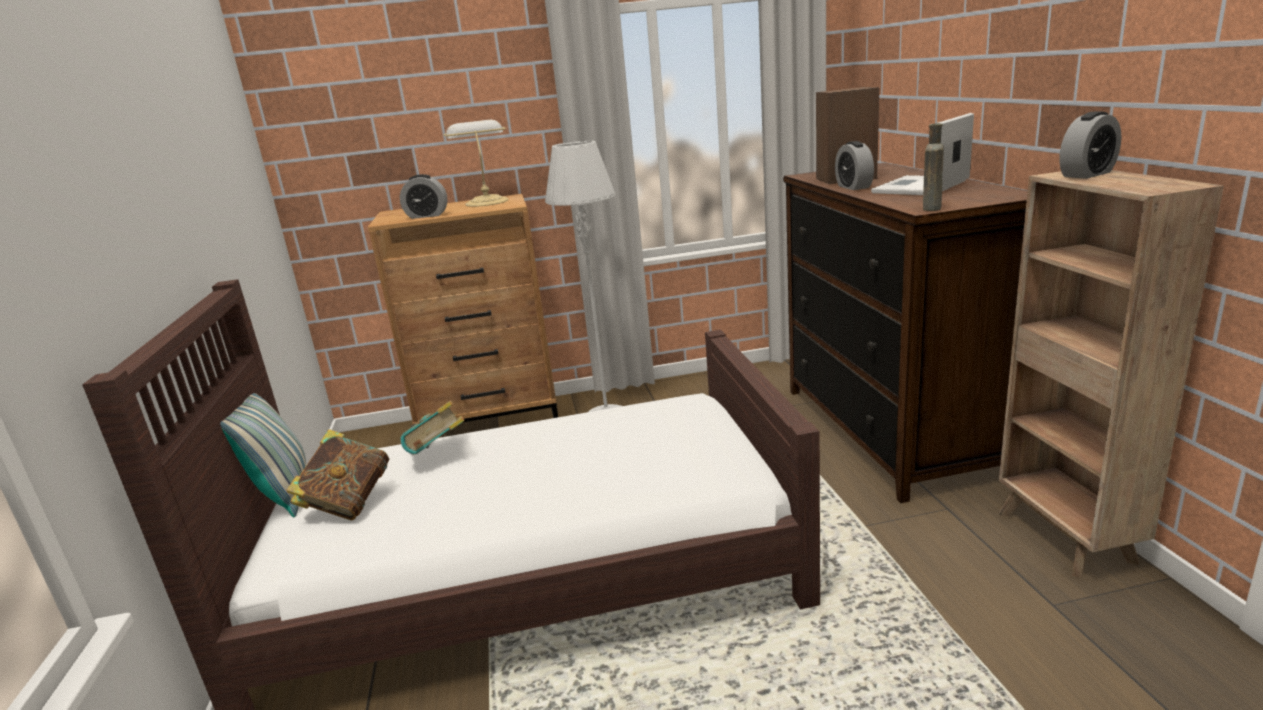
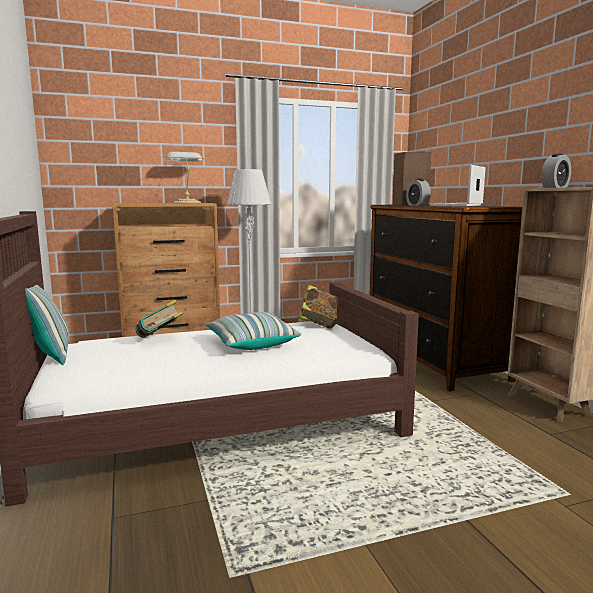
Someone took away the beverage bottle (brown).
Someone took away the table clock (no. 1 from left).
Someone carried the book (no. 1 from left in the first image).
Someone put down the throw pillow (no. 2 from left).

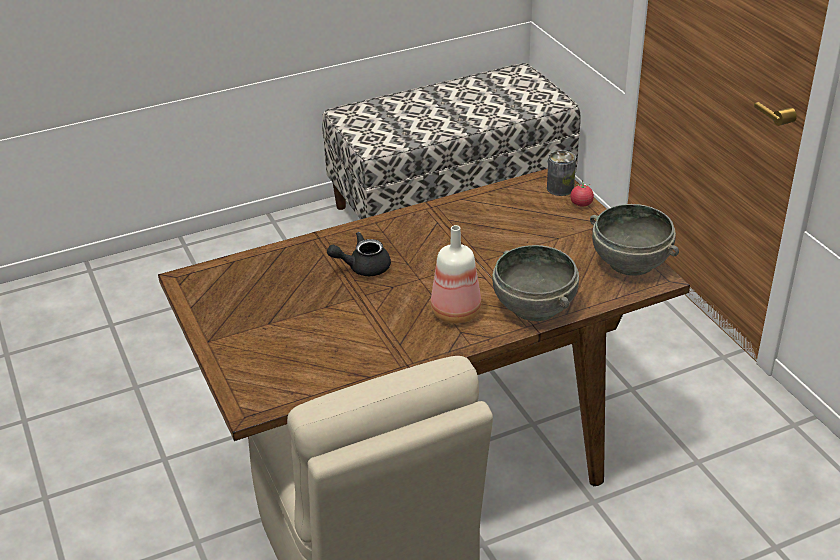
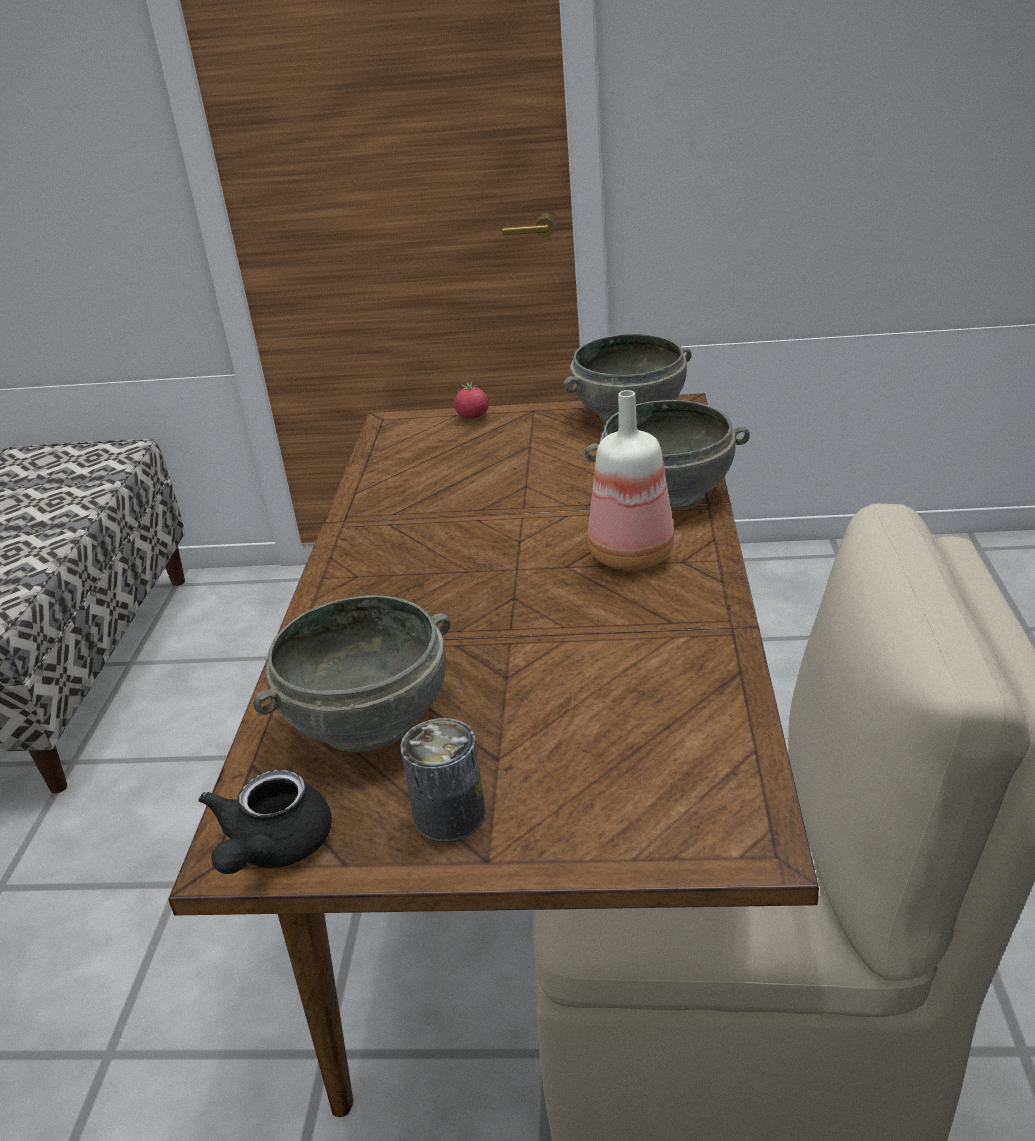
Someone carried the can.
Someone carried the pot for tea (black).
Someone put down the serving bowl (gray) (no. 1 from left).

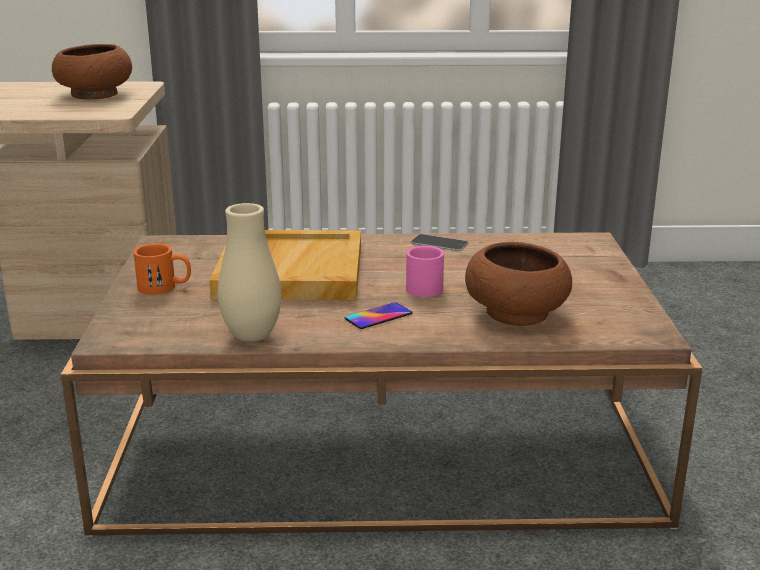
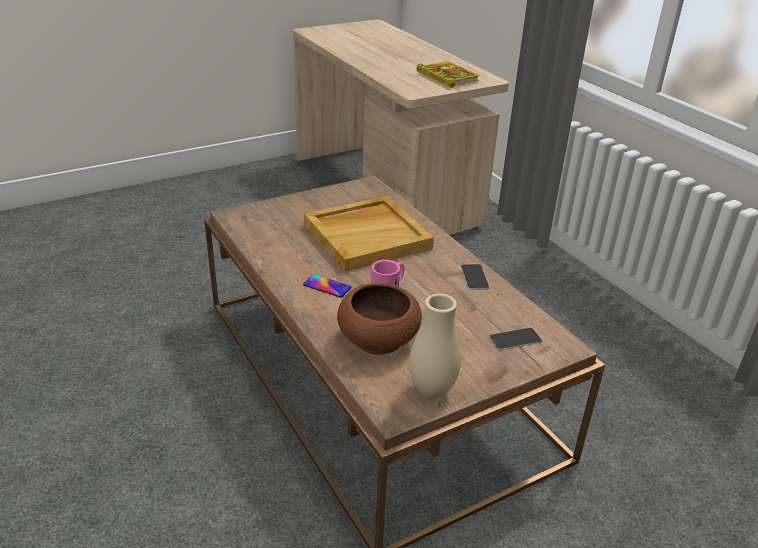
Someone swapped the serving bowl (brown) (no. 1 from left) for the book.
Someone carried the vase (beige).
Someone took away the tea mug (orange).
Someone put down the phone (no. 3 from left).

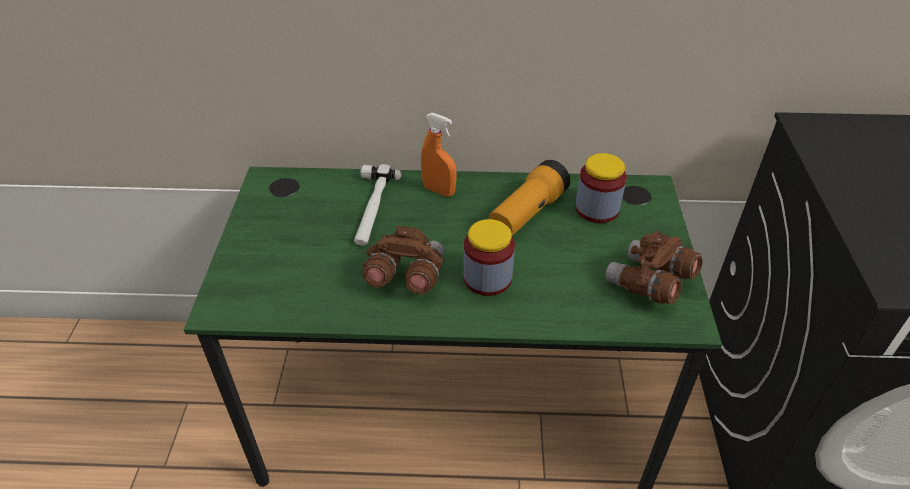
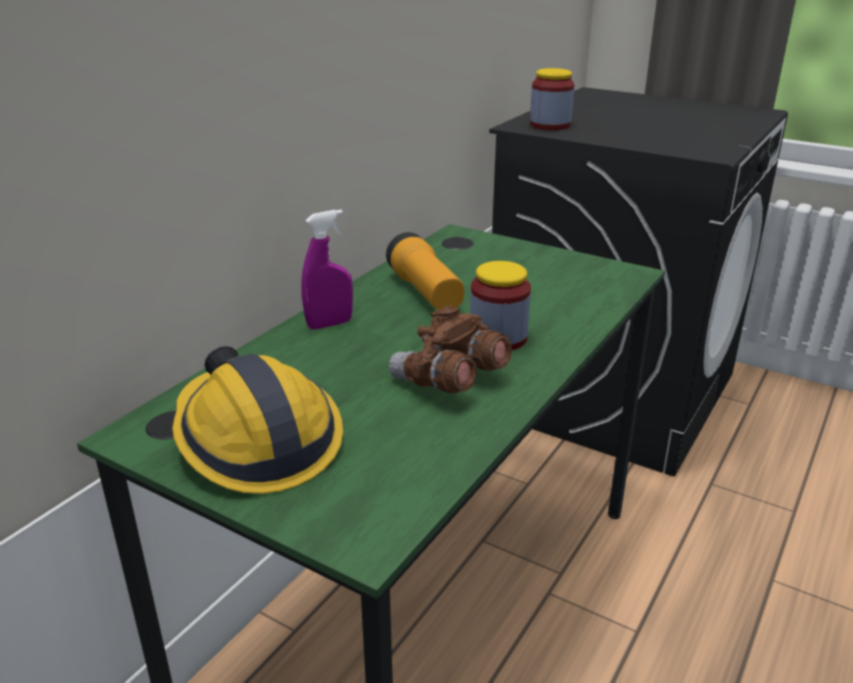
Someone repainted the spray bottle (orange), which became the spray bottle (purplish).
Someone carried the preserve jar (no. 2 from left).
Someone took away the tool hammer.
Someone took away the pair of binoculars (brown) (no. 2 from left).
Someone put down the work helmet.

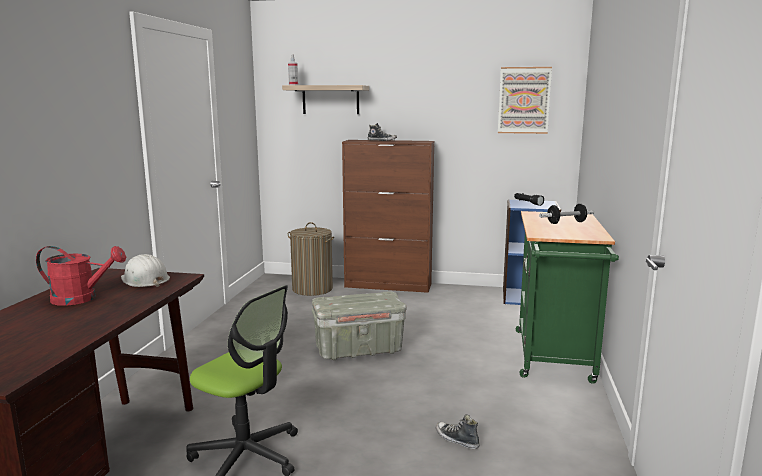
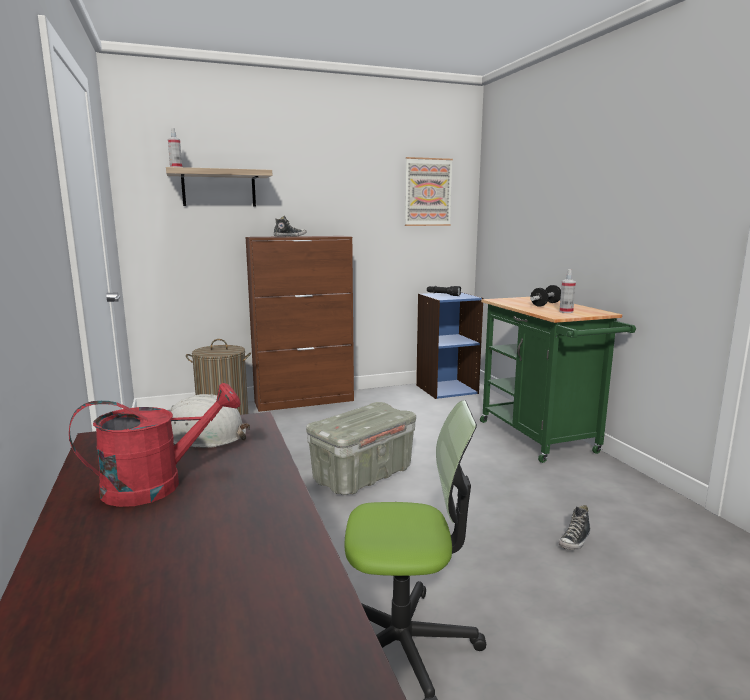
Someone rotated the shoe (no. 2 from left) by 60 degrees counterclockwise.
Someone put down the spray bottle (no. 2 from left).

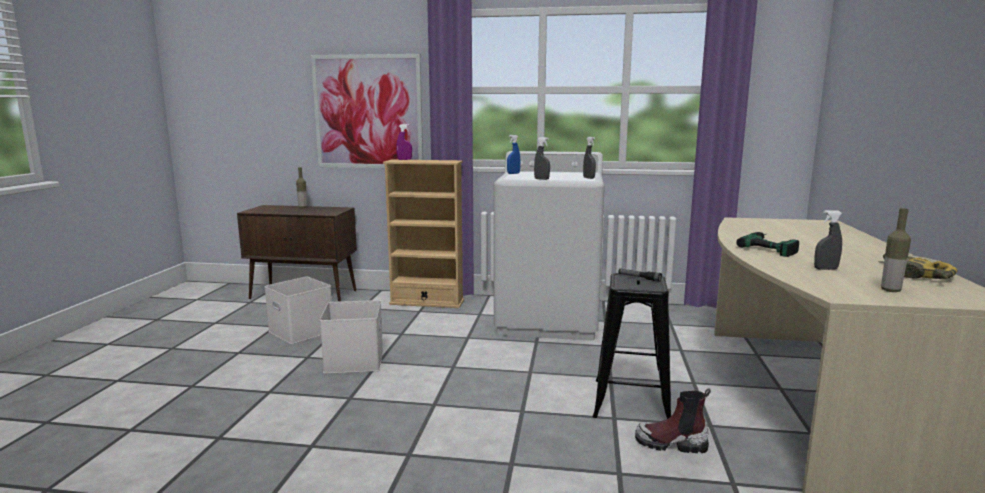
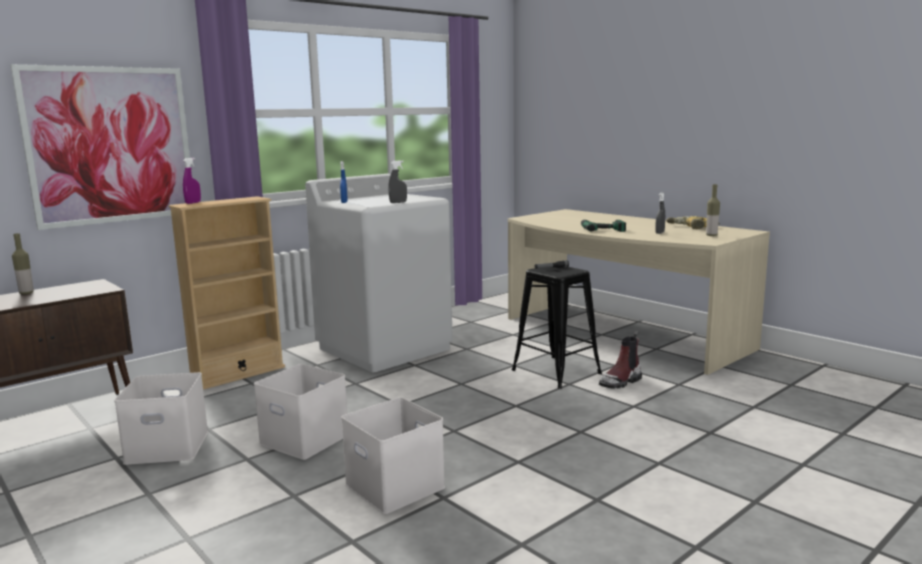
Someone took away the spray bottle (gray) (no. 2 from left).
Someone put down the storage bin (whitish) (no. 3 from left).

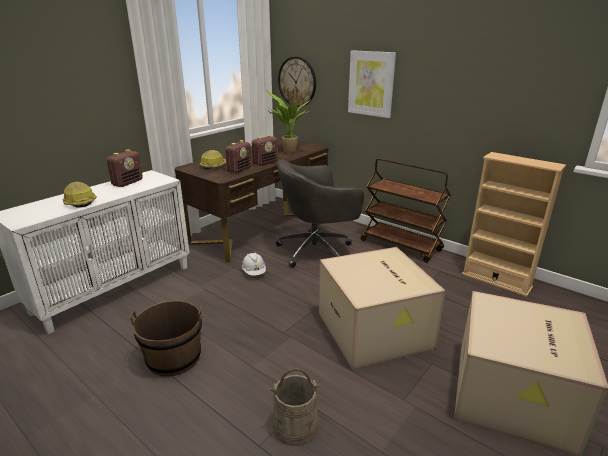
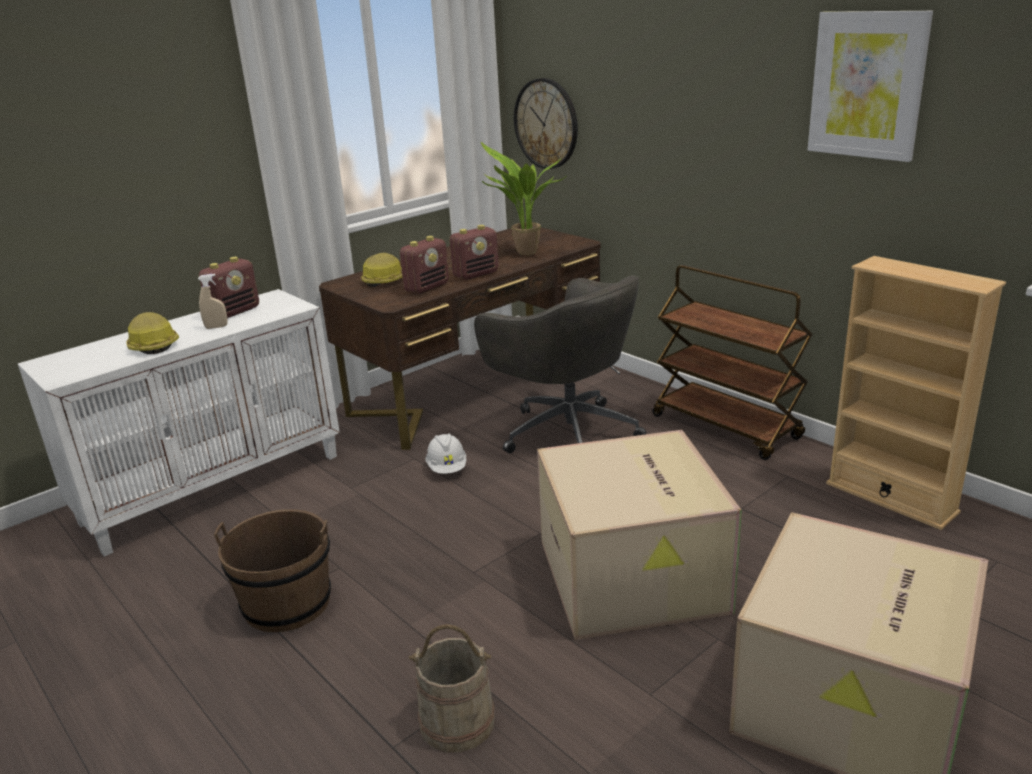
Someone carried the wall art.
Someone rotated the office chair (gray) by 120 degrees counterclockwise.
Someone put down the spray bottle (beige).

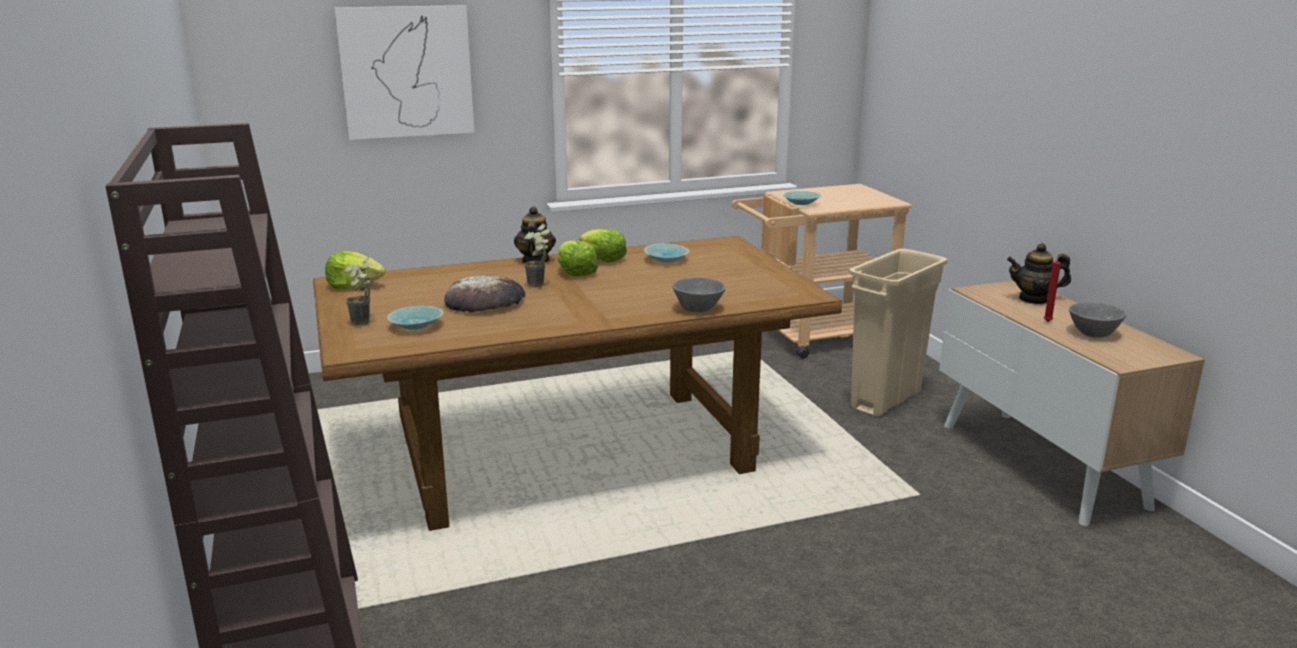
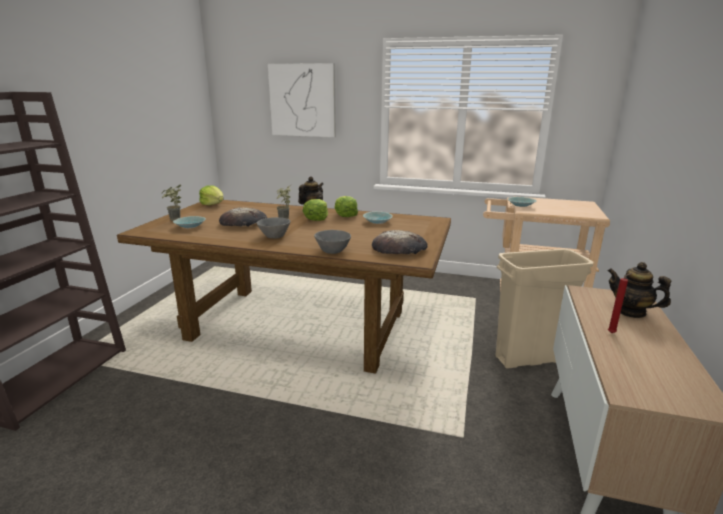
Someone carried the serving bowl (gray) (no. 2 from left in the first image).
Someone put down the bread (no. 2 from left).

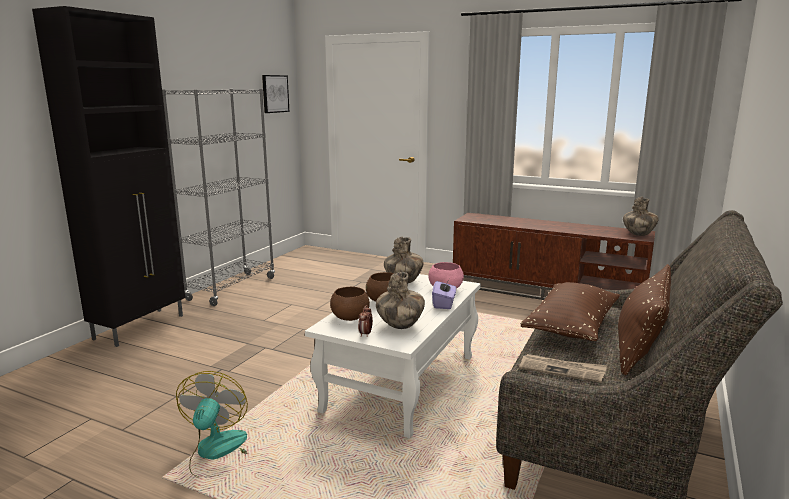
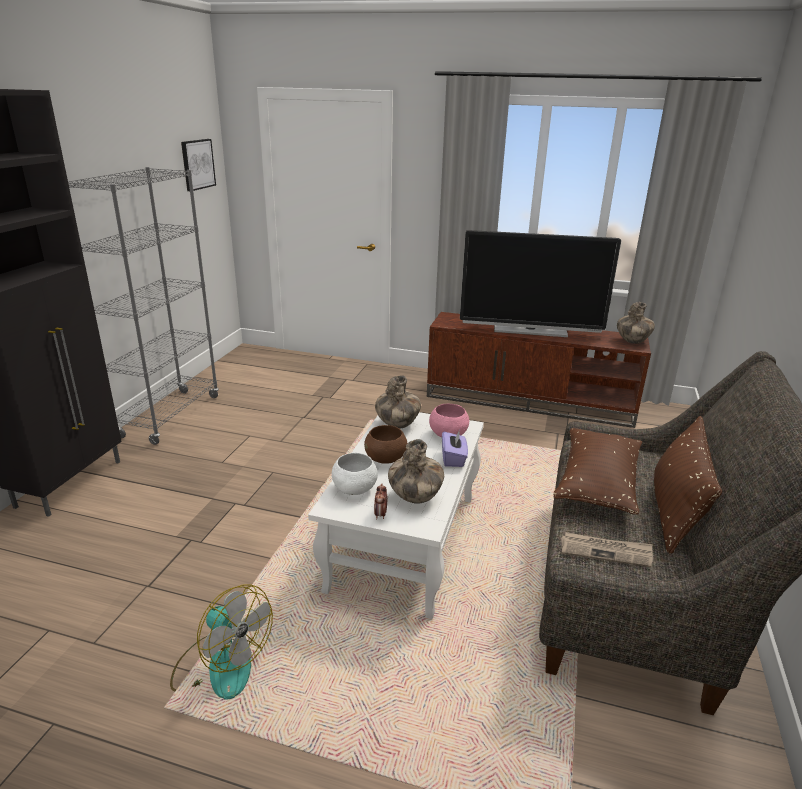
Someone repainted the serving bowl (brown) (no. 1 from left), which became the serving bowl (whitish).
Someone rotated the fan by 135 degrees clockwise.
Someone put down the TV.

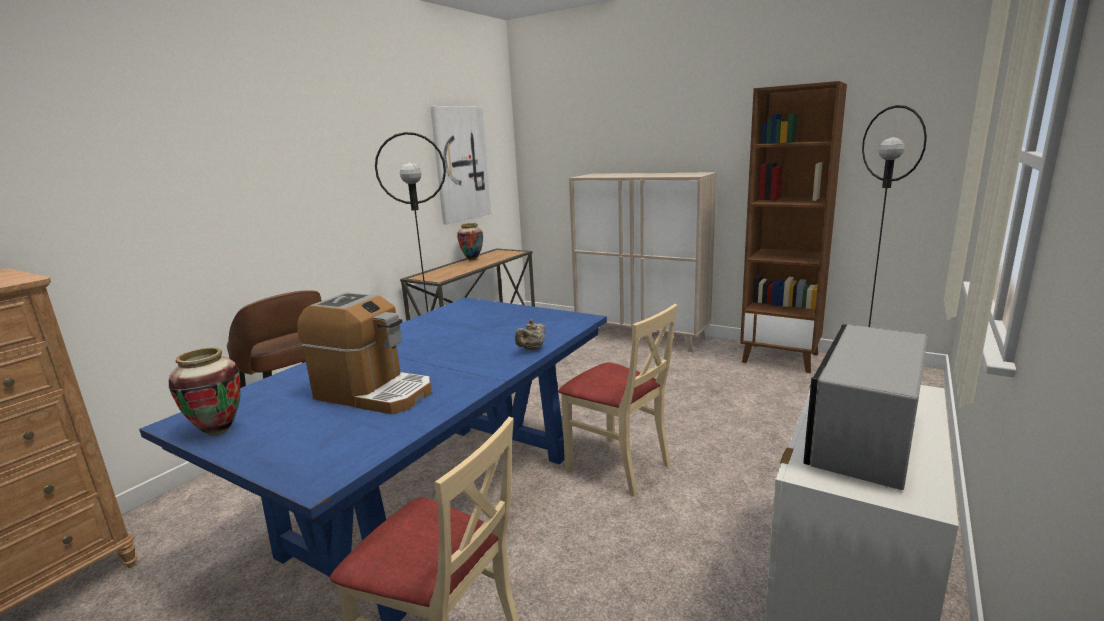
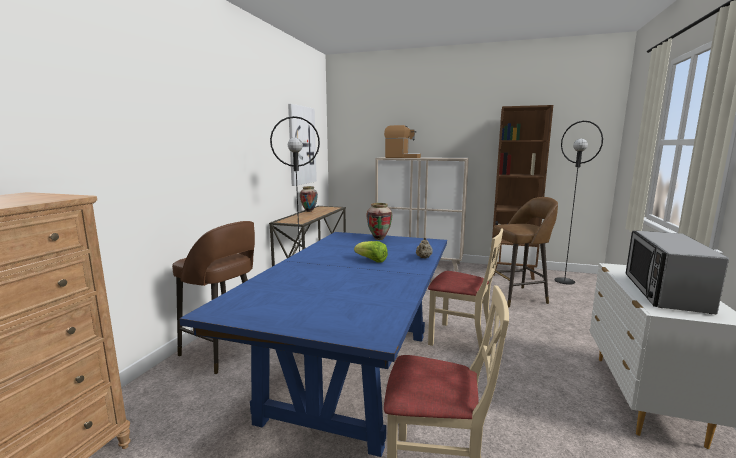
Someone carried the coffee brewer.
Someone carried the vase (no. 1 from left in the first image).
Someone put down the stool seat (brown) (no. 2 from left).
Someone put down the lettuce.

